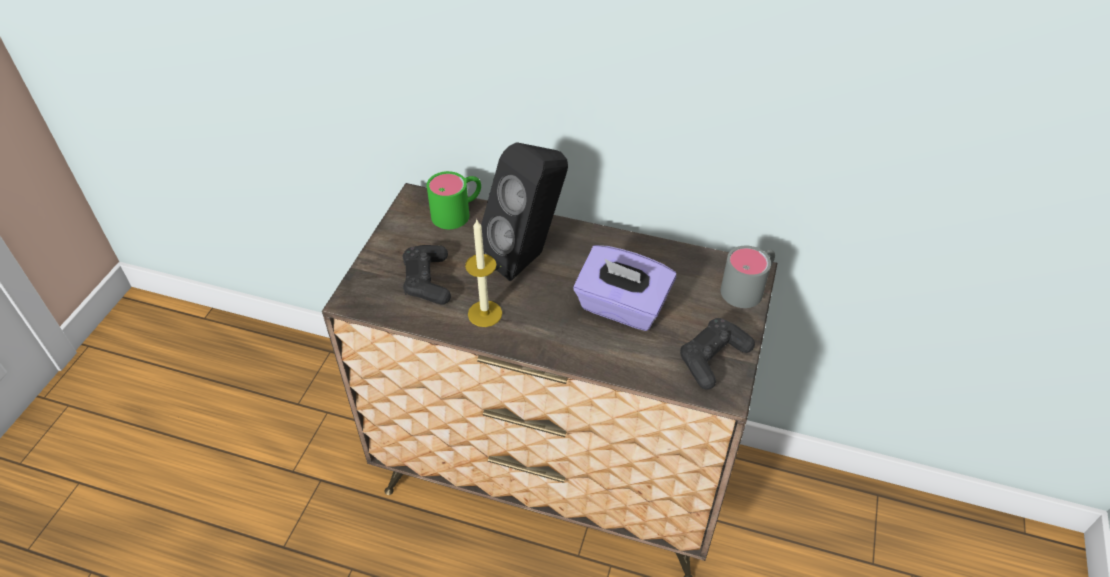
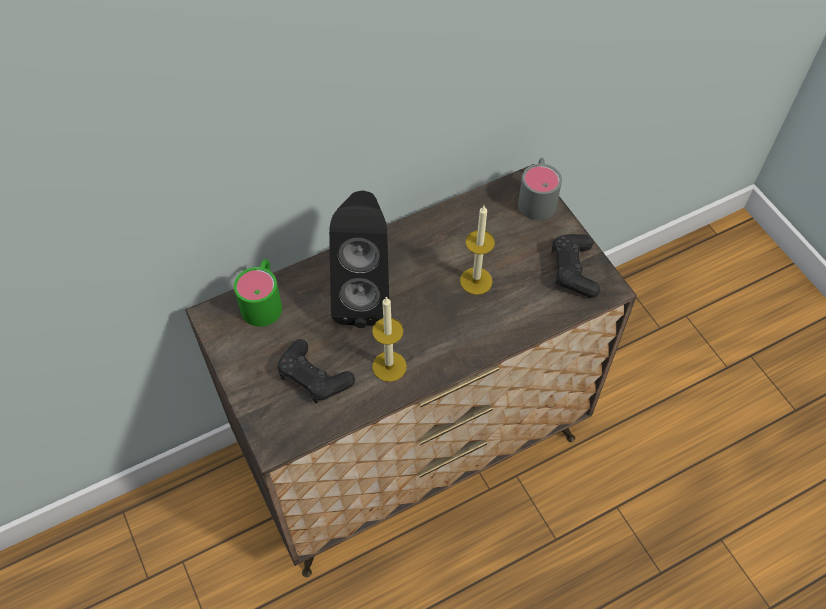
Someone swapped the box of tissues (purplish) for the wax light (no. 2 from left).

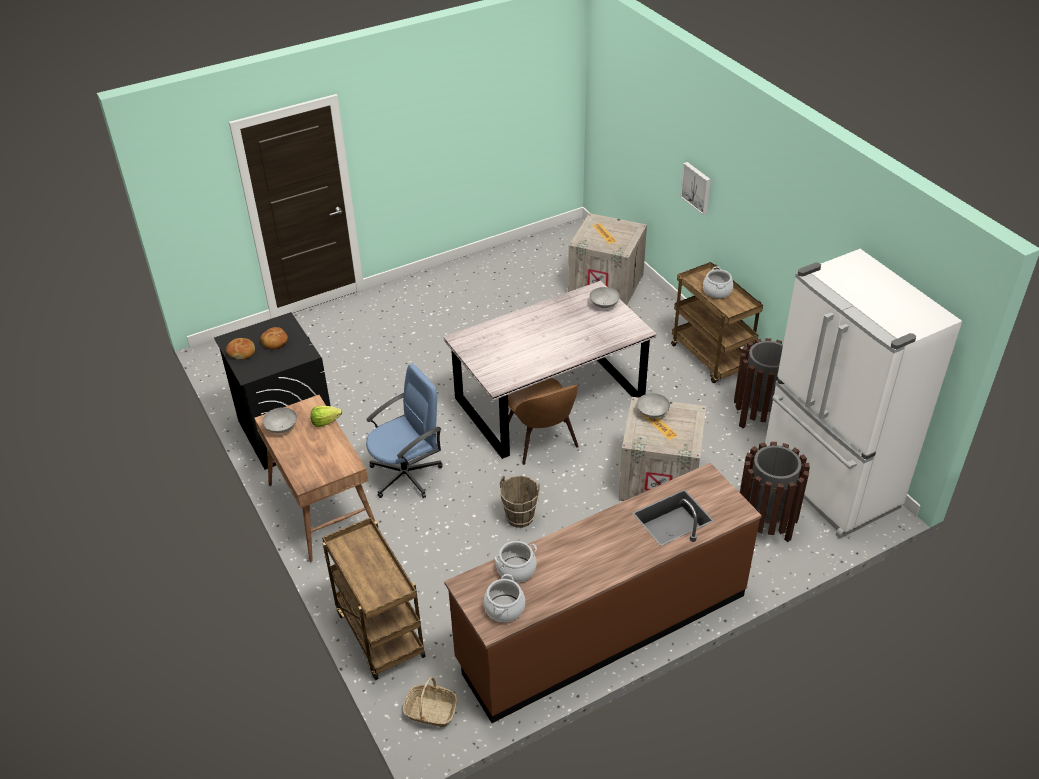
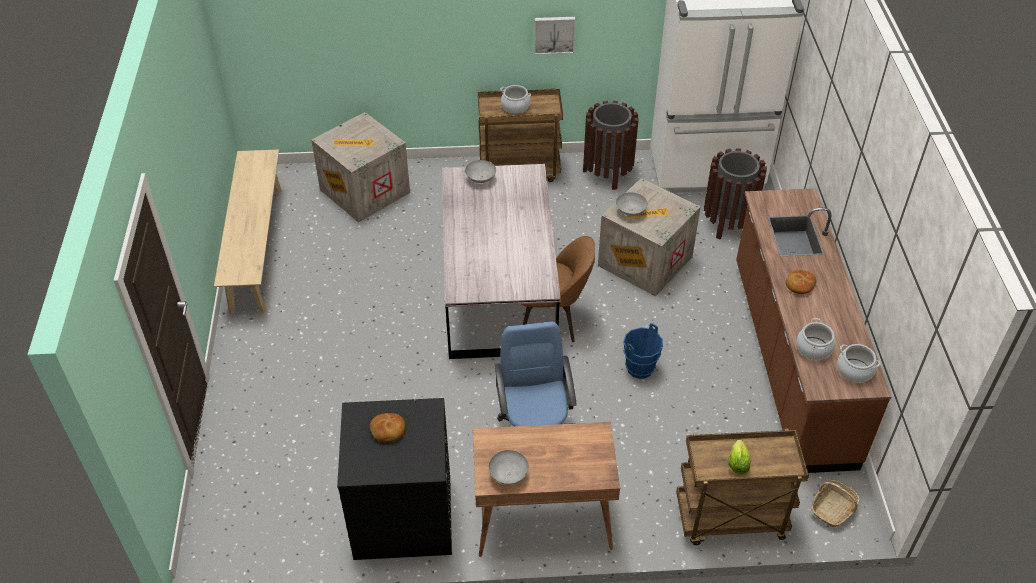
Someone carried the wall art.
Someone carried the bread (no. 1 from left in the first image).
Someone carried the lettuce.
Someone repainted the bucket (brown), which became the bucket (bluish).
Someone put down the indoor bench (beige).

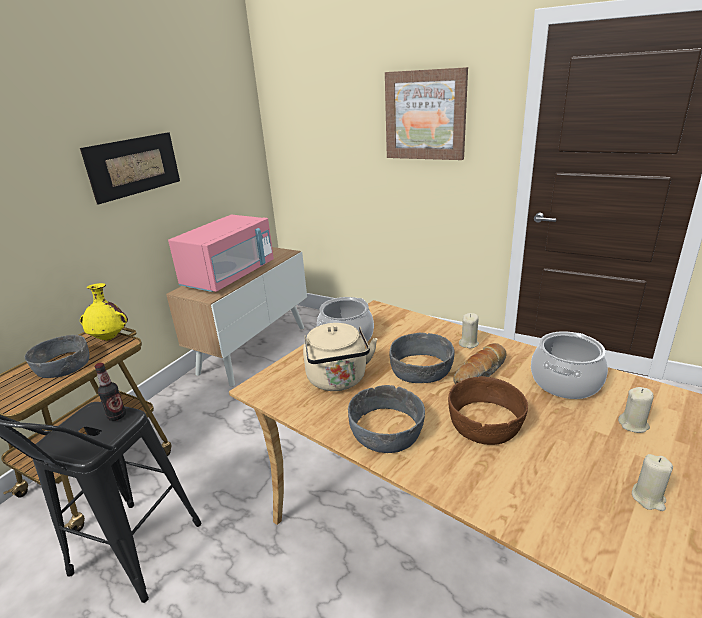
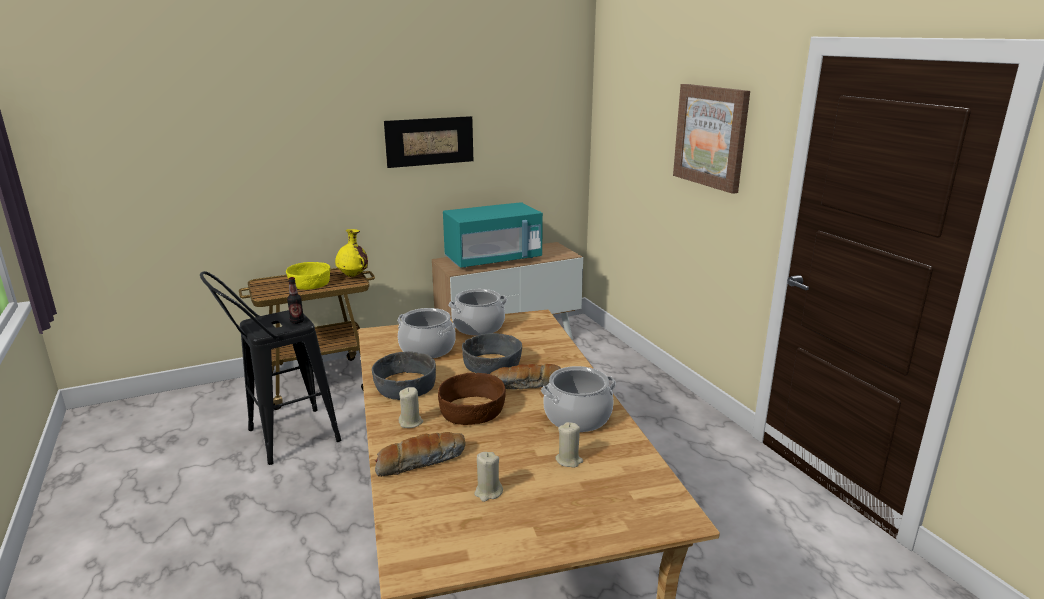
Someone repainted the microwave (pink-coloured), which became the microwave (turquoise-coloured).
Someone carried the wax light (beige) (no. 1 from left).
Someone swapped the water kettle (beige) for the stockpot (no. 1 from left).
Someone repainted the serving bowl (gray) (no. 1 from left), which became the serving bowl (yellowish).
Someone put down the bread (no. 1 from left).

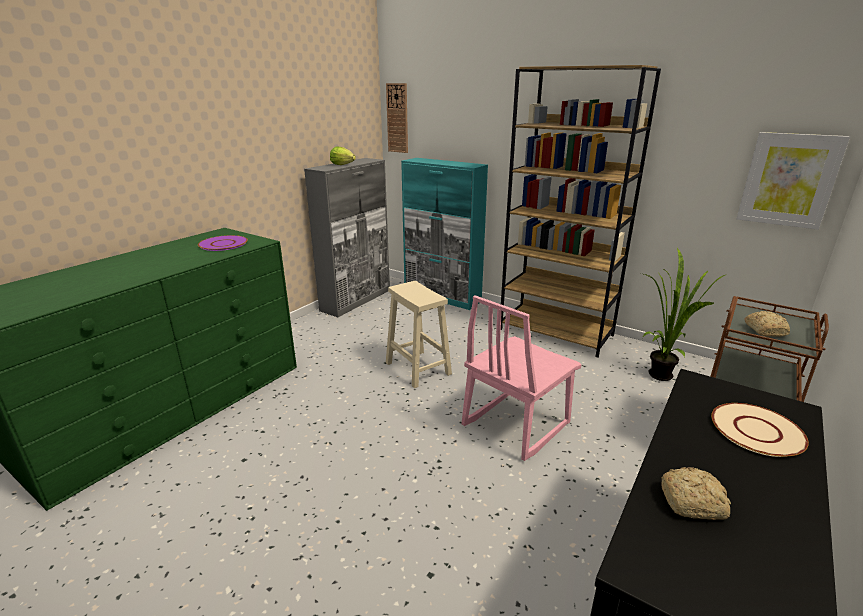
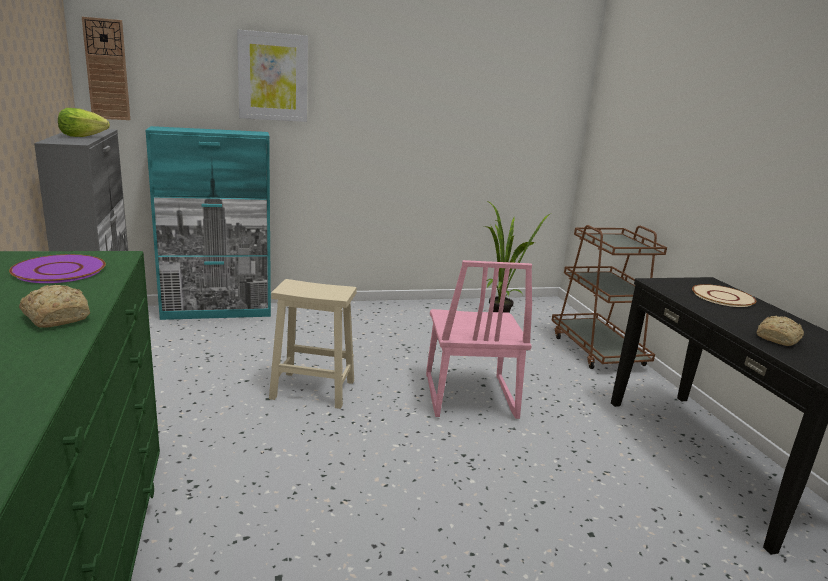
Someone took away the bookcase (brown).
Someone carried the wall art.
Someone carried the bread (no. 2 from left in the first image).

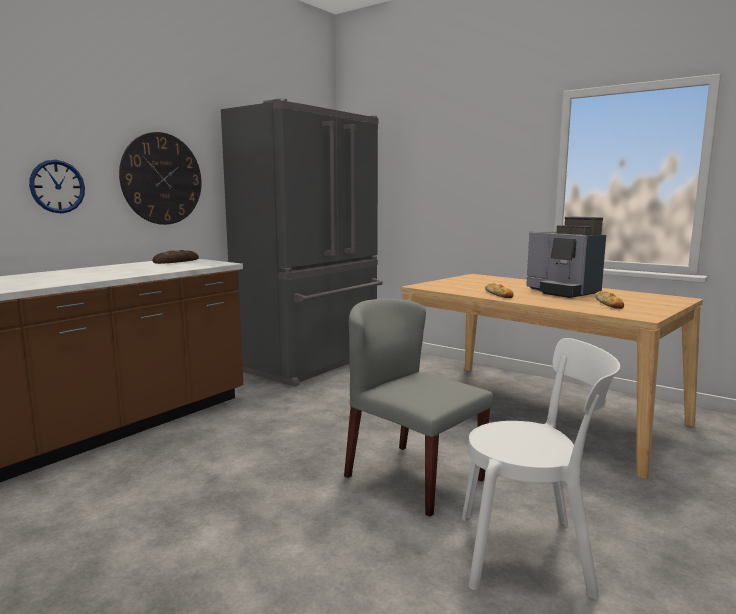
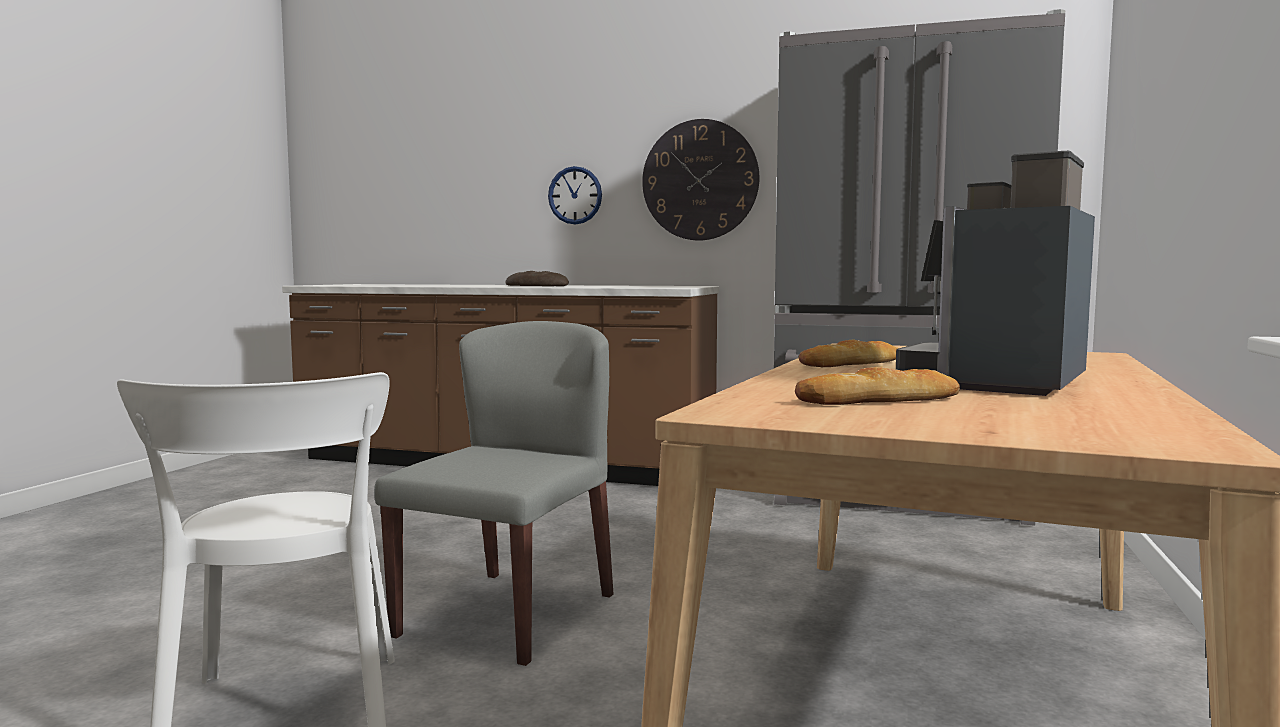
Someone carried the bread (no. 1 from left).

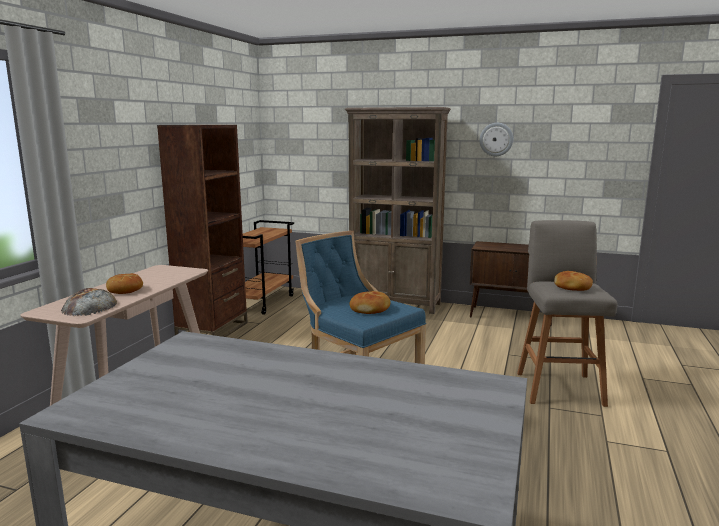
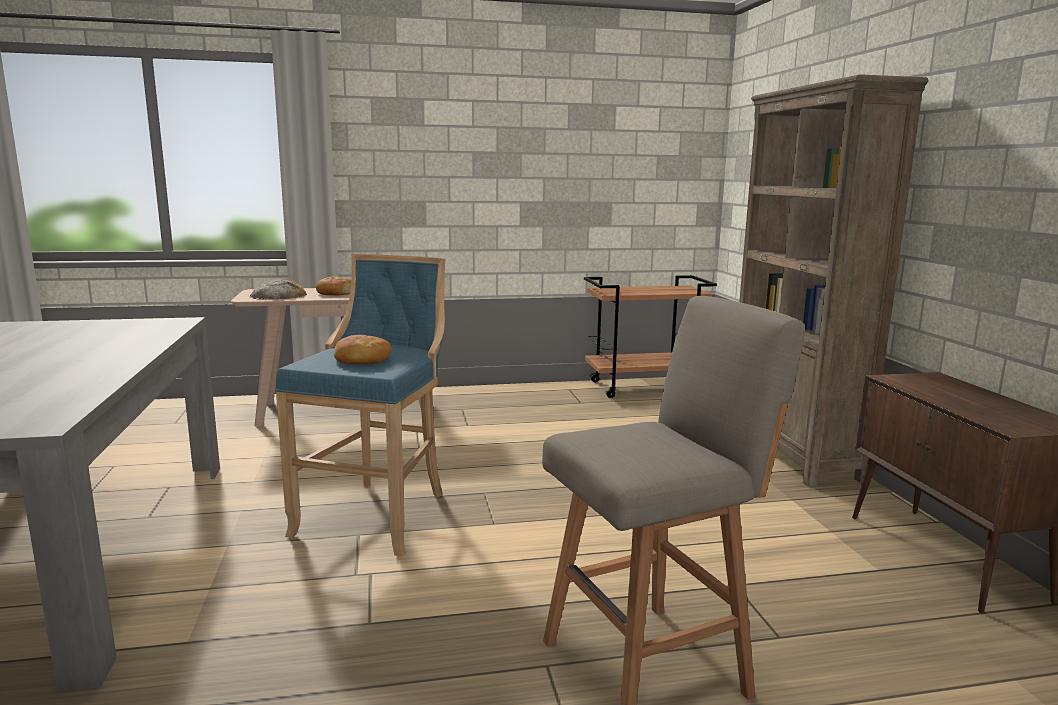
Someone took away the wall clock.
Someone took away the bookcase (brown) (no. 1 from left).
Someone took away the bread (no. 4 from left).

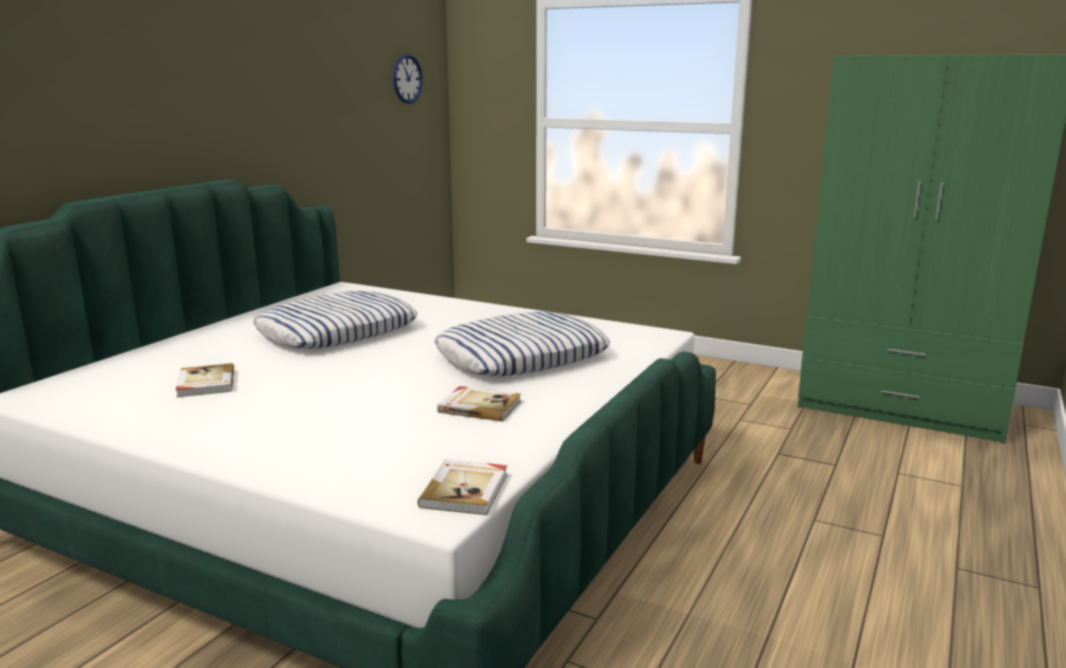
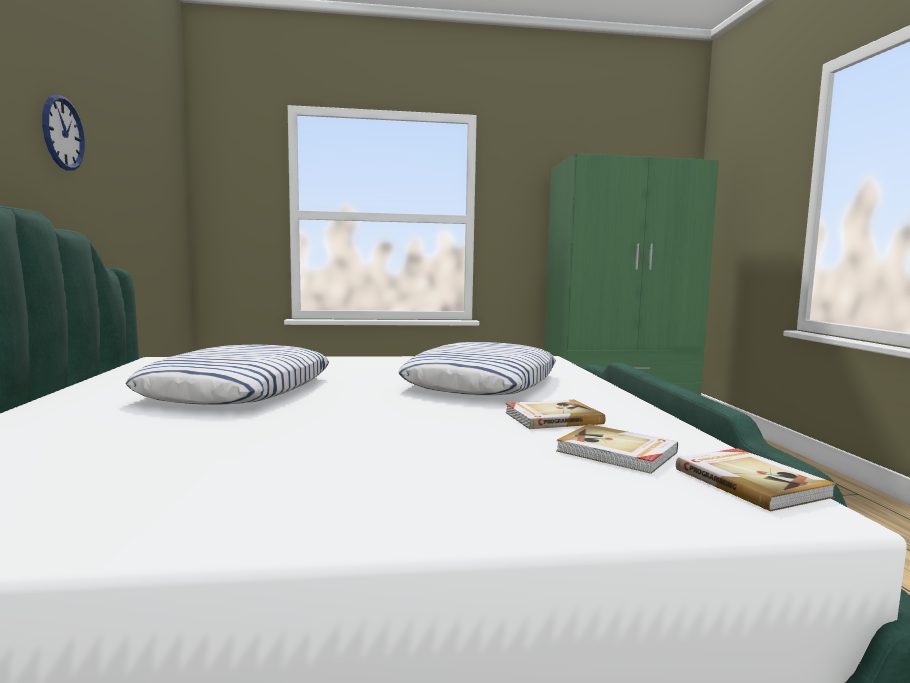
Someone carried the wall clock.
Someone carried the book (no. 1 from left in the first image).

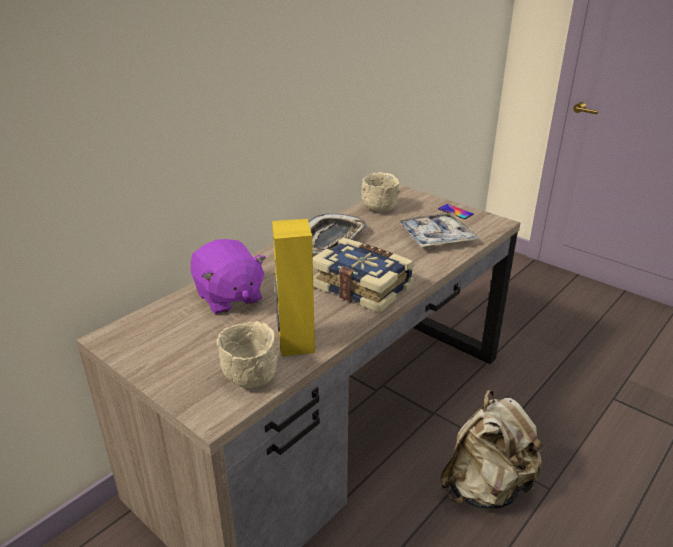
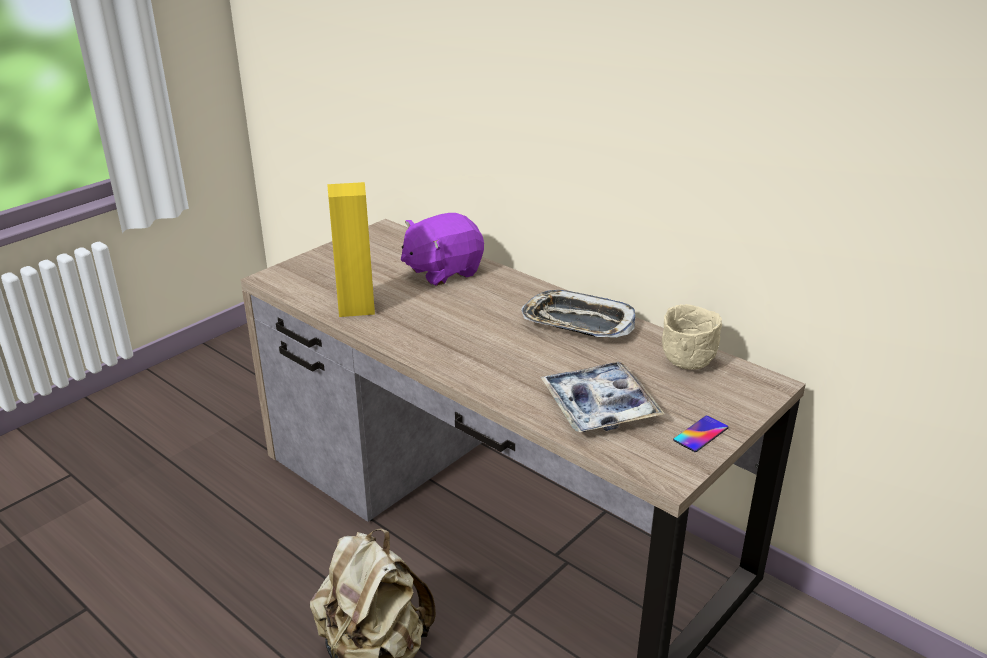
Someone took away the book.
Someone took away the serving bowl (beige) (no. 1 from left).

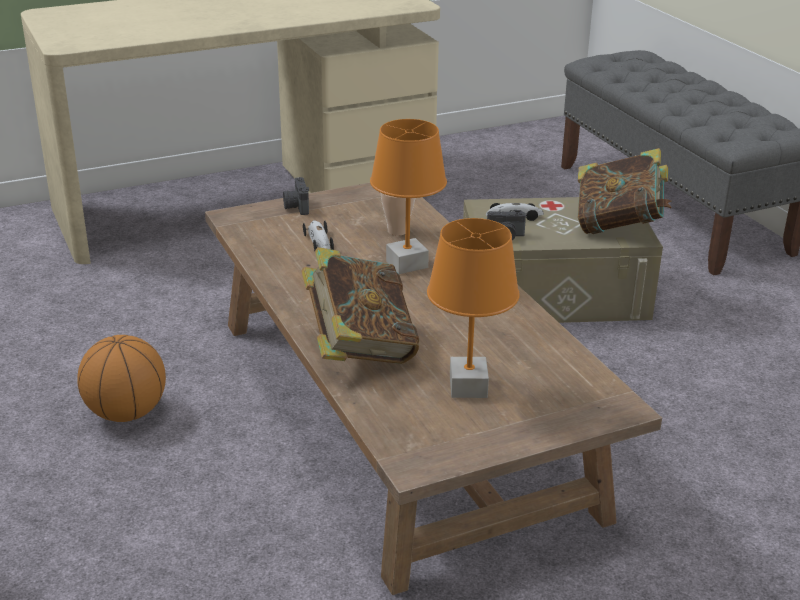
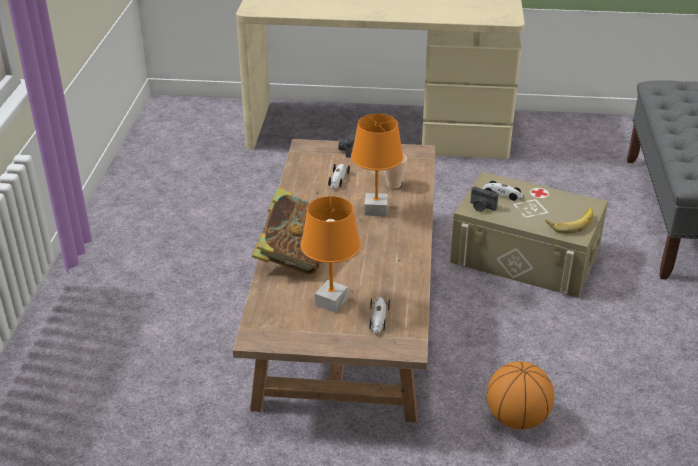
Someone swapped the book (no. 2 from left) for the whole banana.
Someone carried the basketball.
Someone put down the toy car (no. 2 from left).

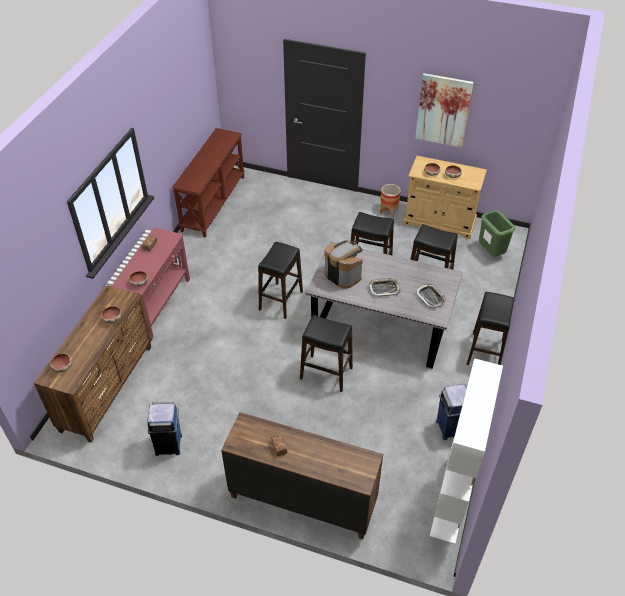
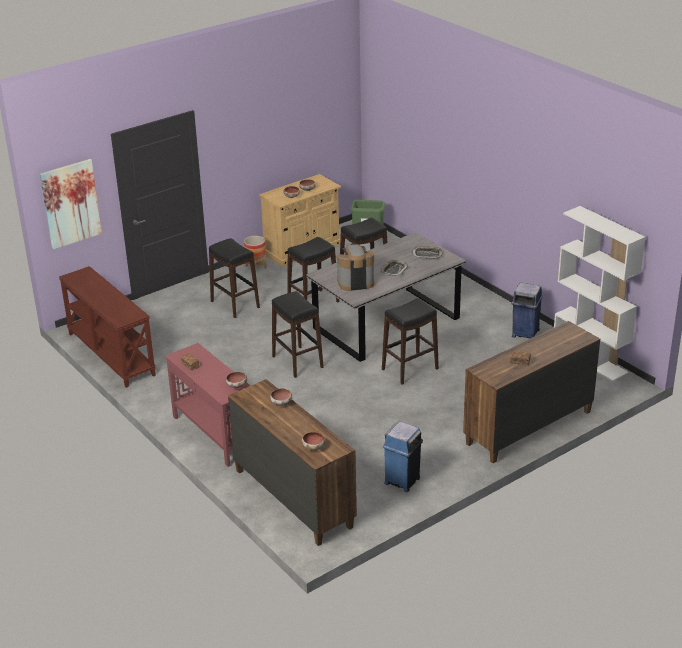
Someone carried the wall art.
Someone carried the stool seat (black) (no. 5 from left in the first image).

